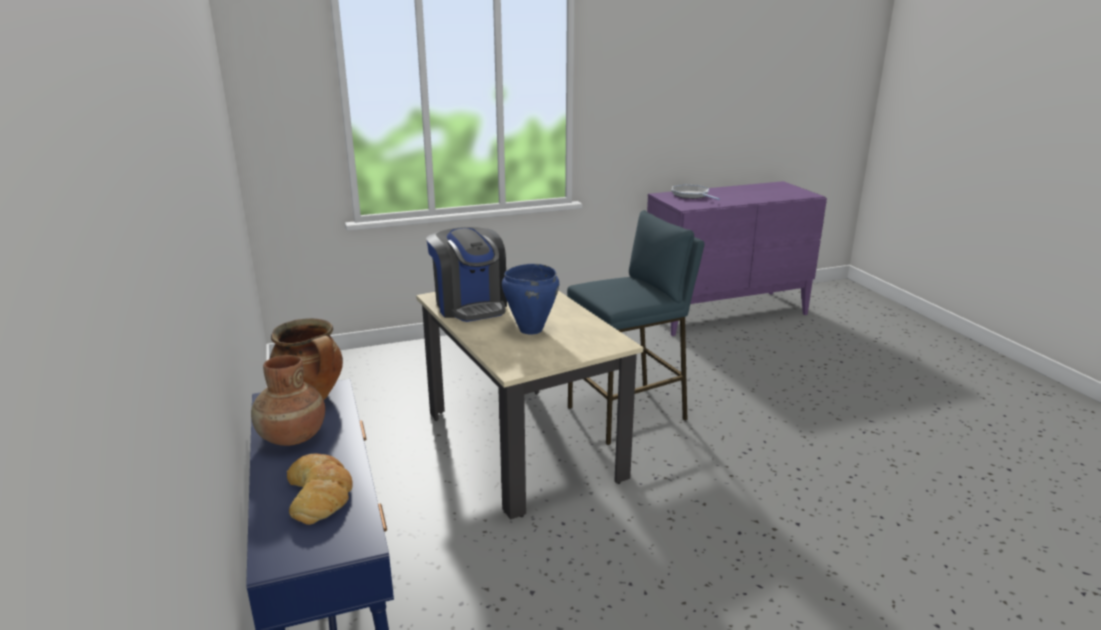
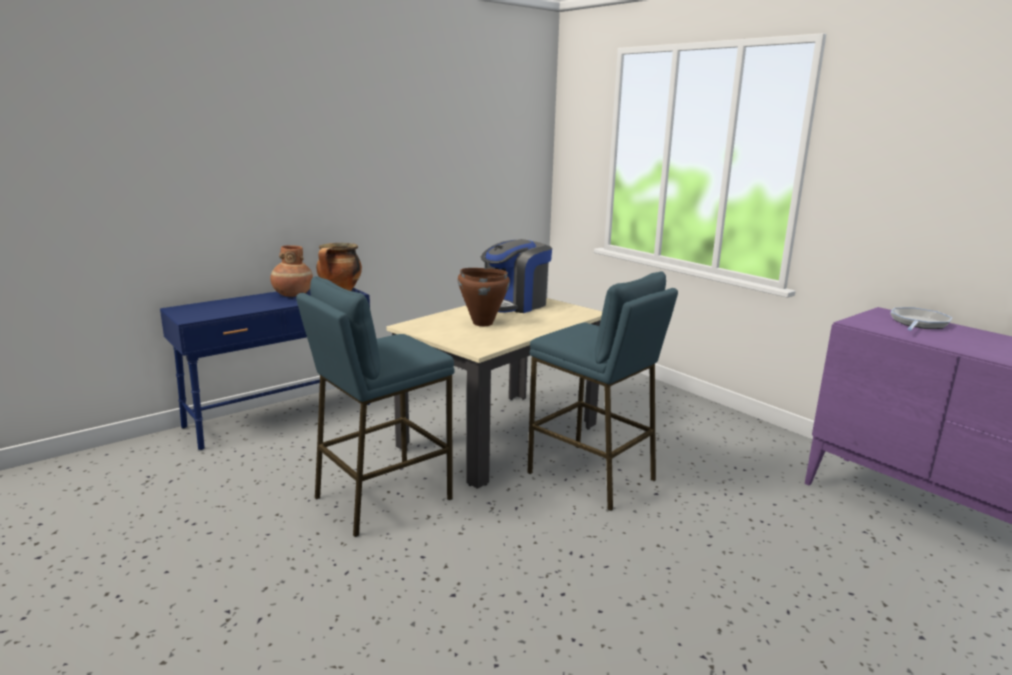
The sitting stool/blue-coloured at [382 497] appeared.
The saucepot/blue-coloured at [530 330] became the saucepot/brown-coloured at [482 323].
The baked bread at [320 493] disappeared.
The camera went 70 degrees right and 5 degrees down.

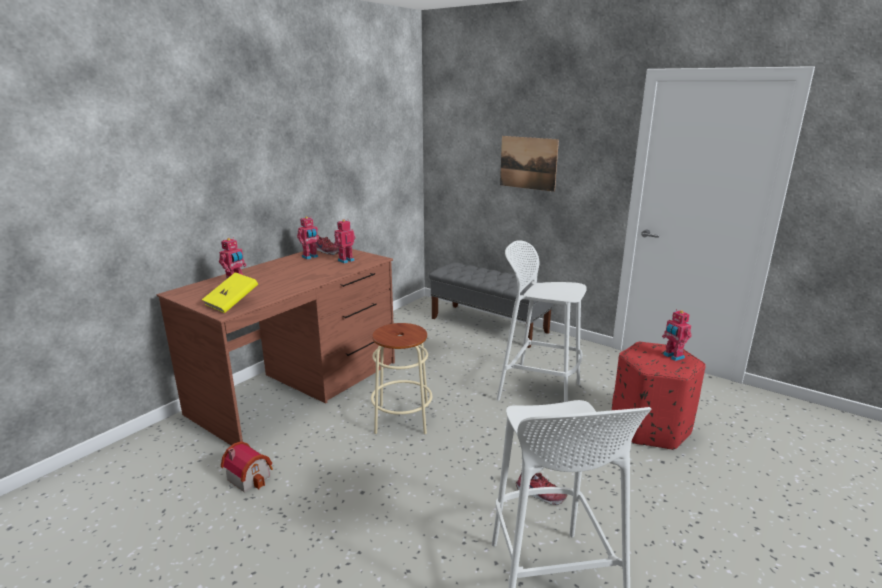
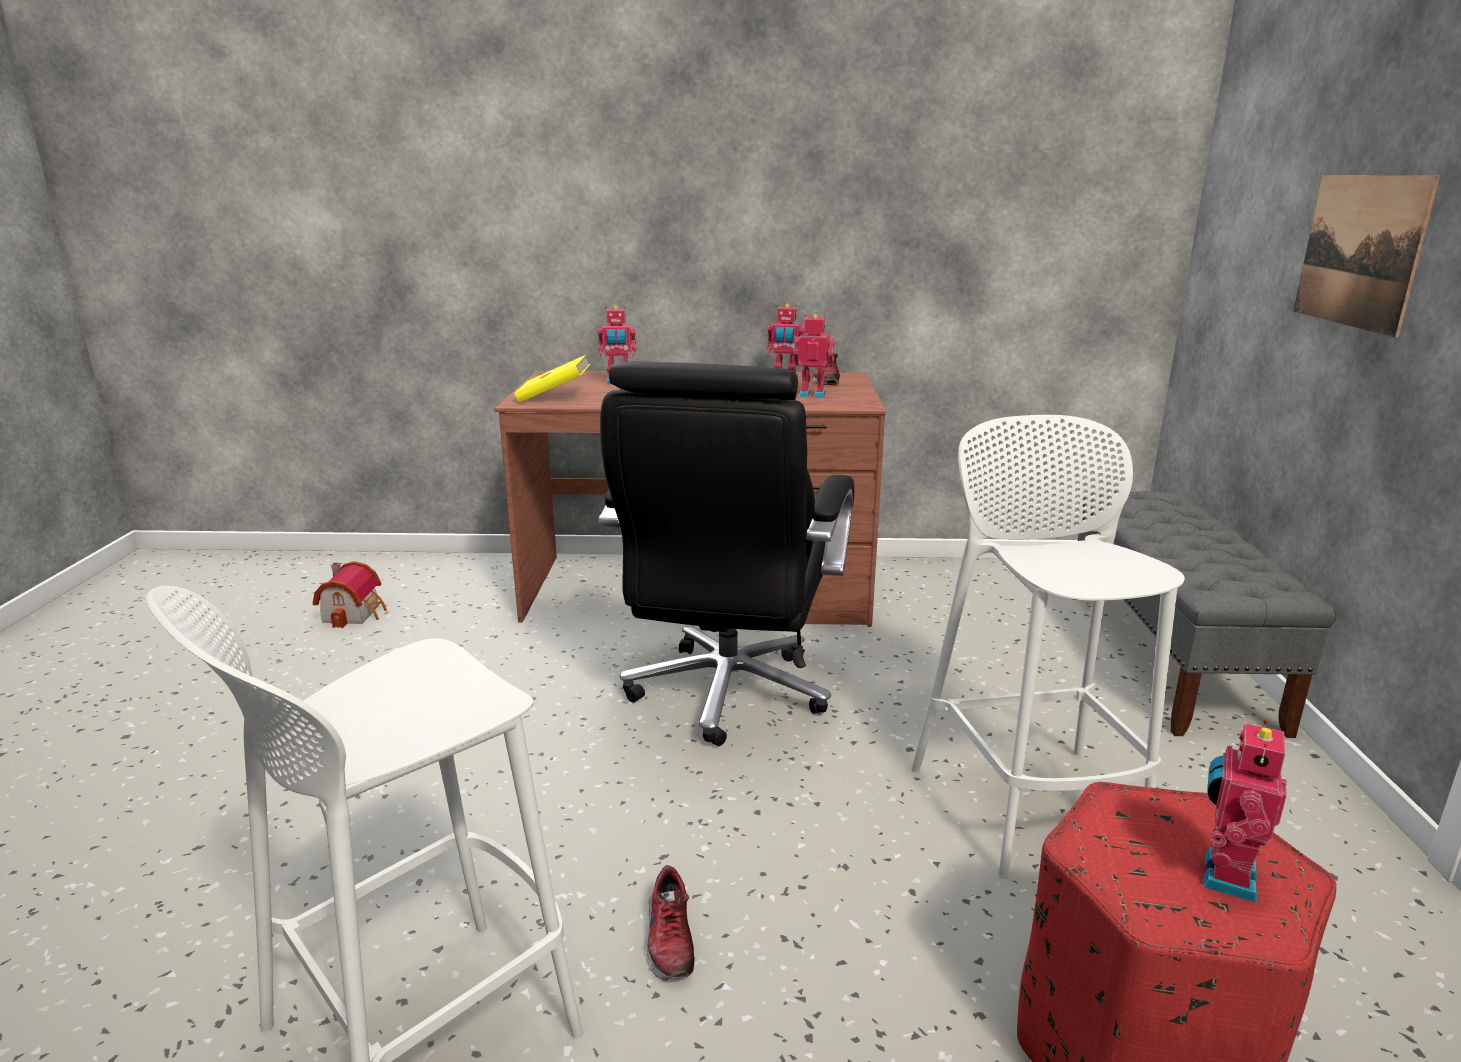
The miniature house moved from [250 476] to [355 613].
The sitting stool/sand-coloured at [402 419] was replaced by the office chair/black-coloured at [726 699].
The camera went 55 degrees right and 0 degrees up.

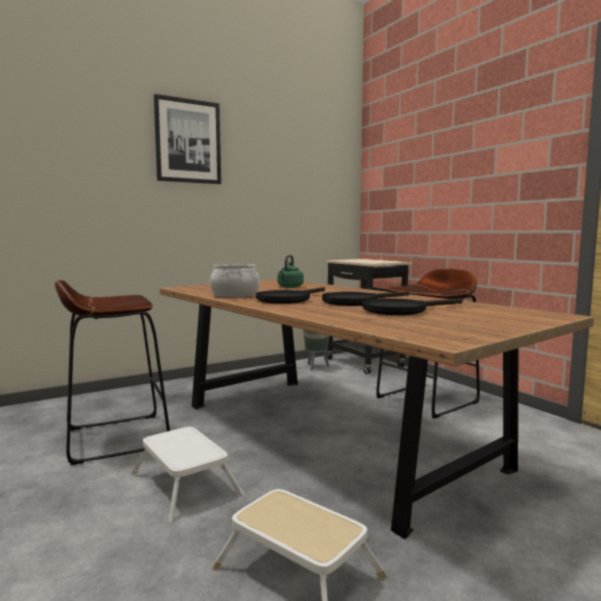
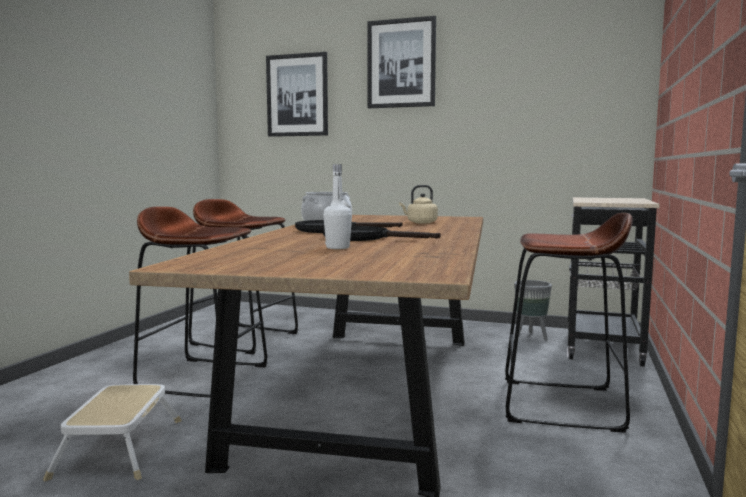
The stepladder/white-coloured at [185 484] was replaced by the sitting stool/brown-coloured at [204 378].
The wall picture at [297 95] appeared.
The pan/black-coloured at [402 310] was replaced by the beverage bottle/white-coloured at [337 247].
The tea kettle/green at [289 287] became the tea kettle/sand-coloured at [420 222].
The camera went 50 degrees right and 0 degrees up.

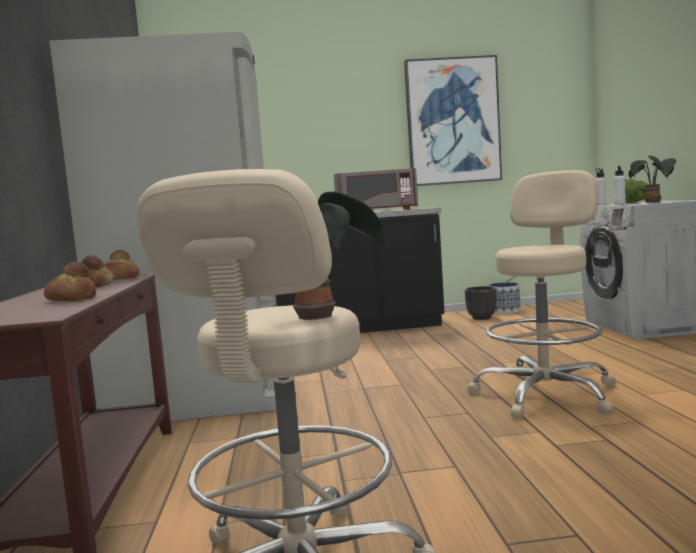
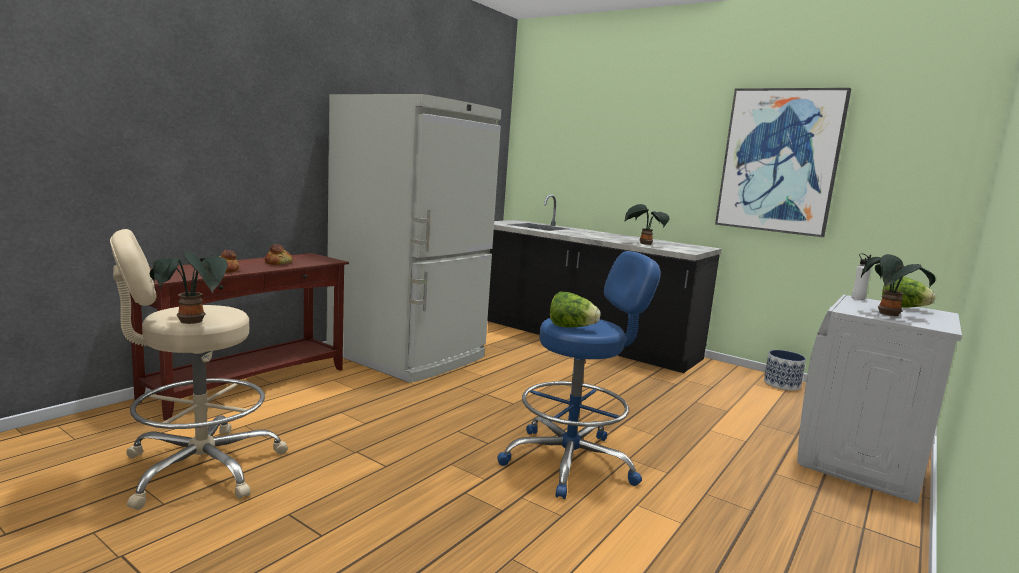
The sitting stool/sand-coloured at [545 394] became the sitting stool/blue-coloured at [571 461].
The lettuce head at [571 327] appeared.
The microwave oven/gray at [376 211] was replaced by the plant in a pot at [644 244].
The baked bread at [119 279] disappeared.
The flower pot/black-coloured at [482 318] disappeared.
The beverage bottle/white-coloured at [619 204] disappeared.
The camera went 40 degrees right and 5 degrees up.

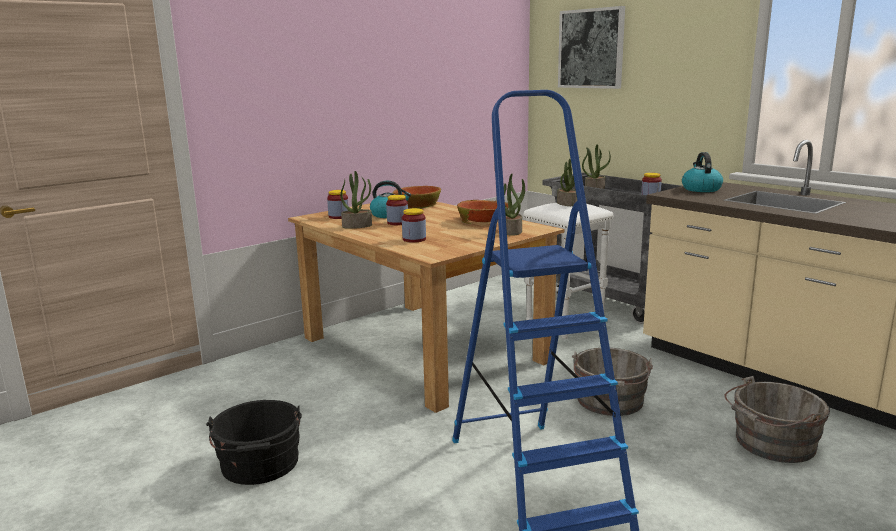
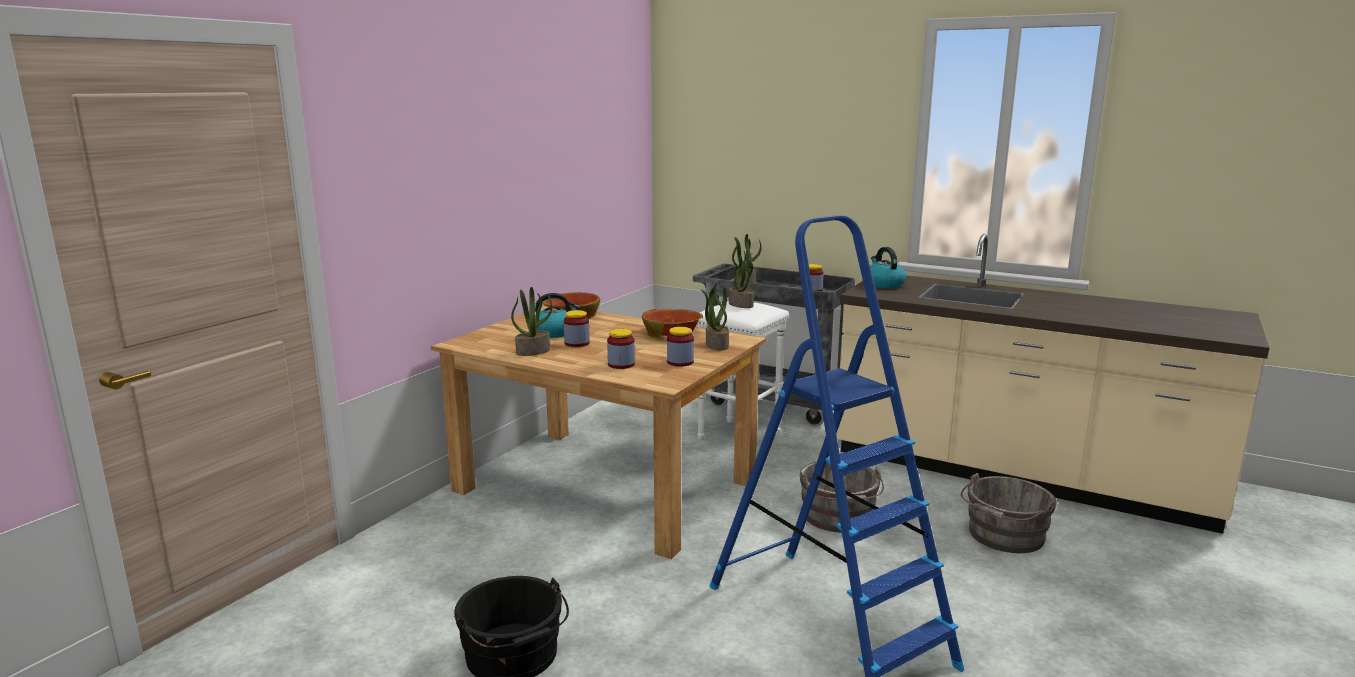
The storage jar moved from [338 216] to [680 362].
The wall picture at [591 48] disappeared.
The camera went 20 degrees left and 0 degrees up.

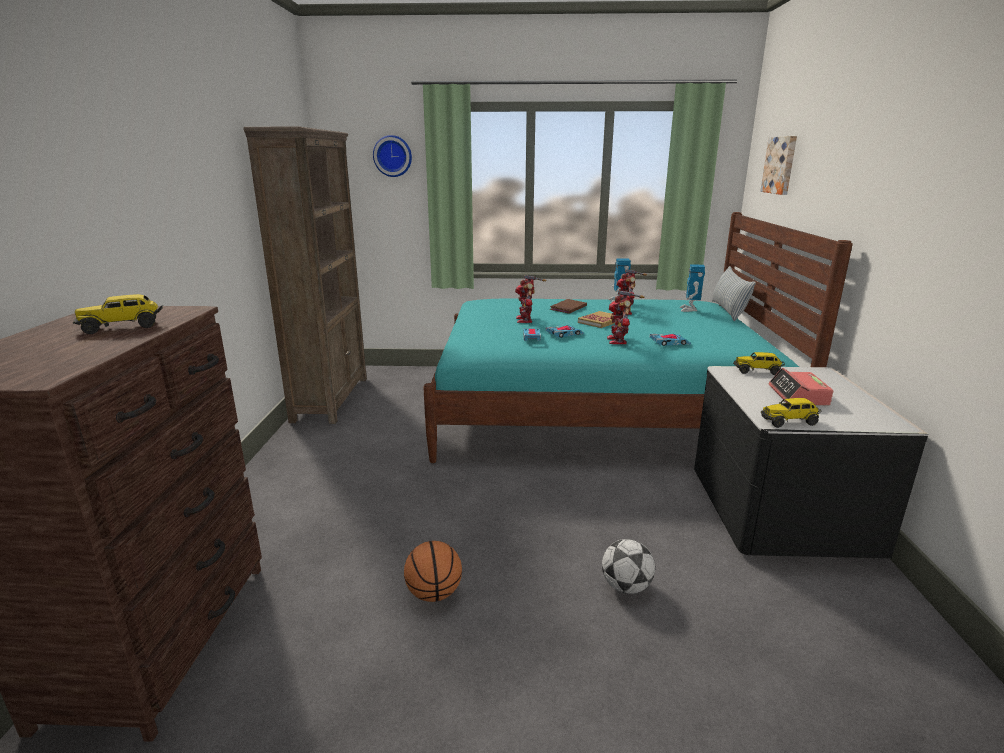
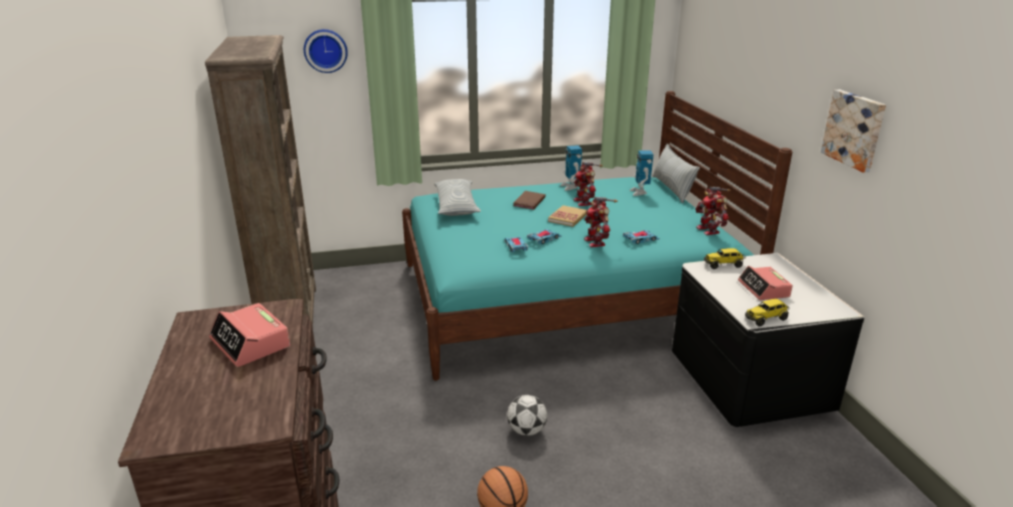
The model truck at [122 327] was replaced by the alarm clock at [251 343].
The throw pillow at [456 205] appeared.
The ball for football moved from [626 587] to [527 430].
The toy robot moved from [526 320] to [709 230].
The wall picture moved from [781 165] to [854 129].
The camera went 15 degrees left and 5 degrees up.

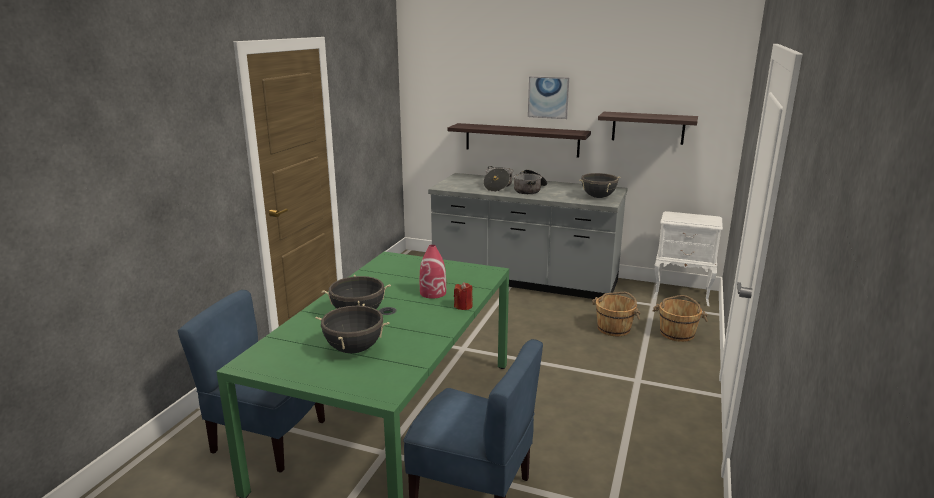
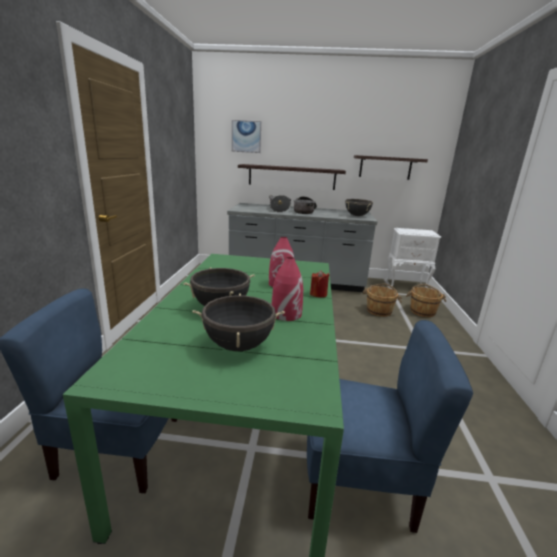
The wall picture moved from [548 97] to [246 136].
The flower vase/reddish at [286 314] appeared.
The camera went 15 degrees left and 0 degrees up.

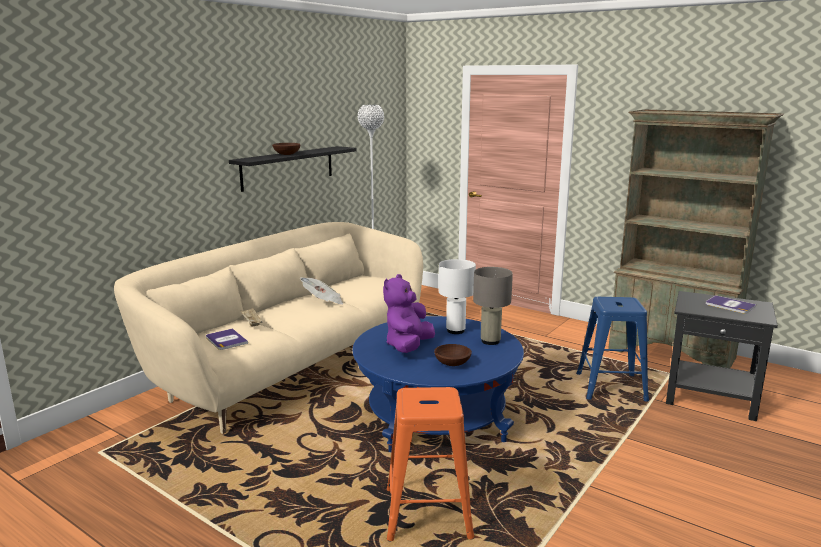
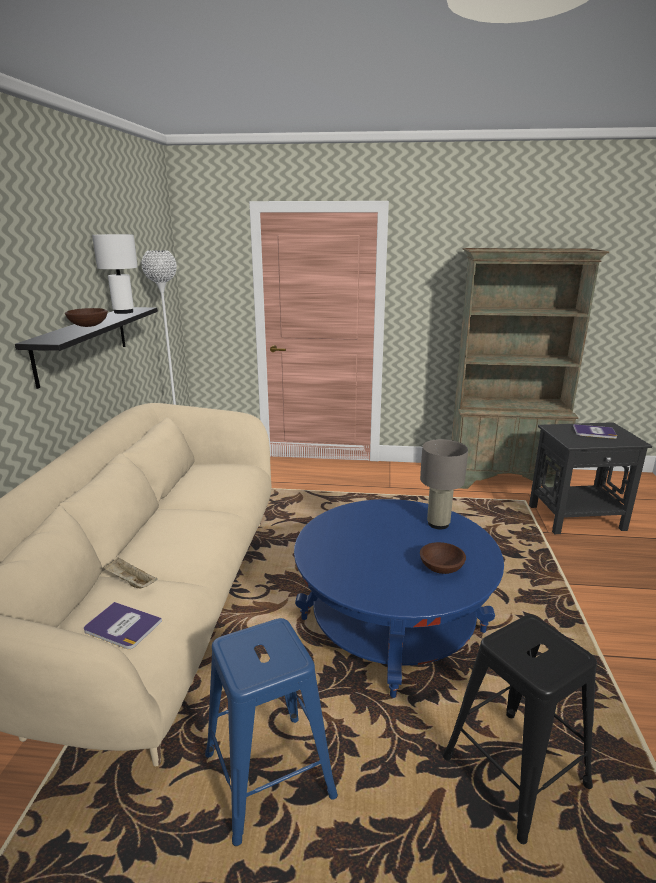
The table lamp/white-coloured moved from [456 331] to [124 312].
The sitting stool/blue-coloured moved from [610 387] to [268 774].
The sitting stool/orange-coloured at [427 513] became the sitting stool/black-coloured at [515 772].
The printed paper at [323 302] disappeared.
The plush toy/purplish at [408 346] disappeared.
The camera went 30 degrees left and 5 degrees up.

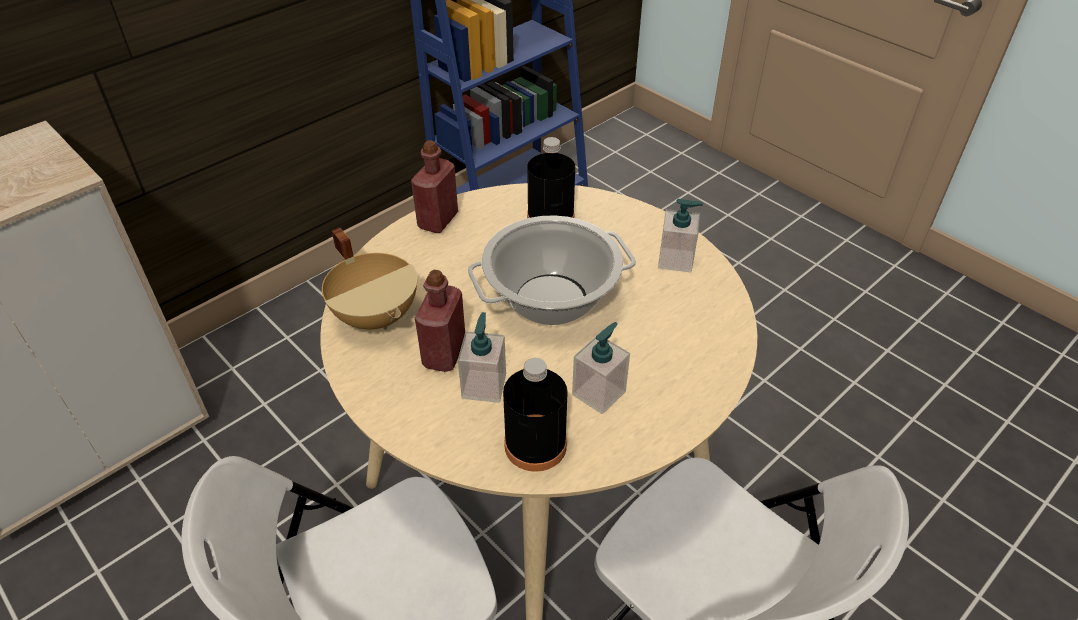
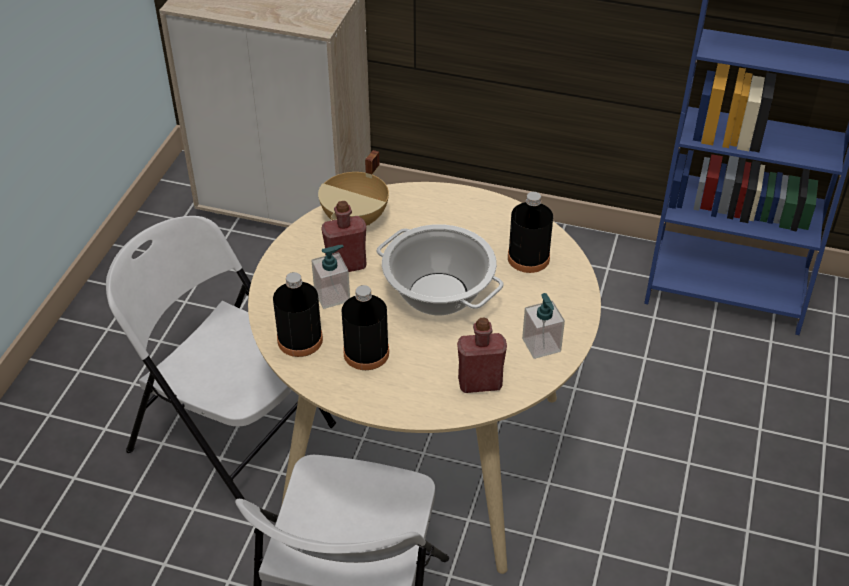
The liquid soap bottle at [599 393] was replaced by the beverage bottle/black-coloured at [366 353].
The beverage bottle/reddish moved from [438 220] to [480 383].
The camera went 60 degrees right and 0 degrees up.

